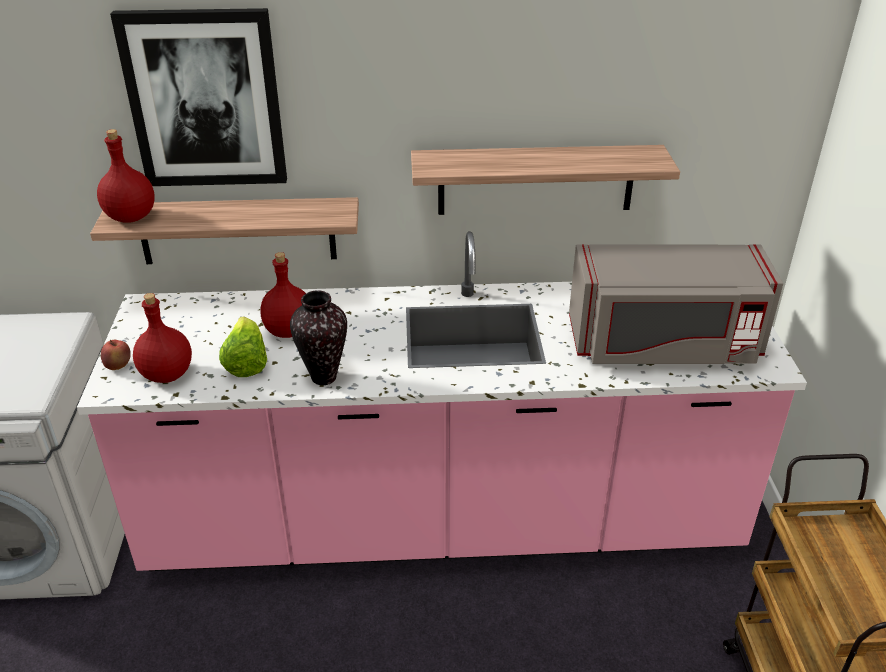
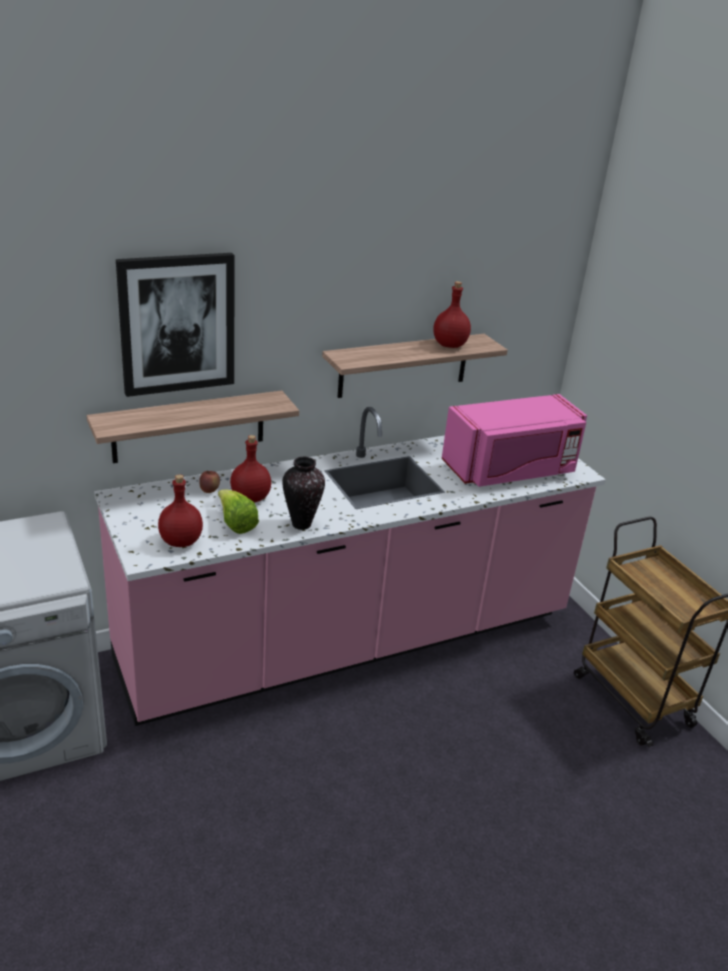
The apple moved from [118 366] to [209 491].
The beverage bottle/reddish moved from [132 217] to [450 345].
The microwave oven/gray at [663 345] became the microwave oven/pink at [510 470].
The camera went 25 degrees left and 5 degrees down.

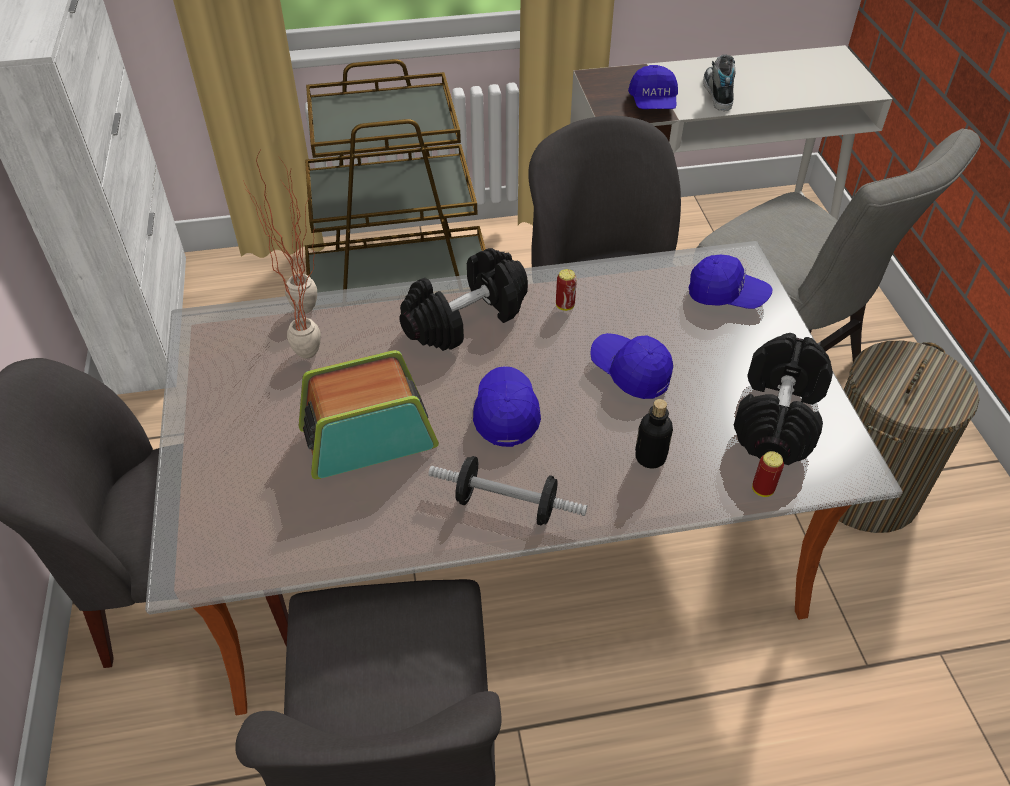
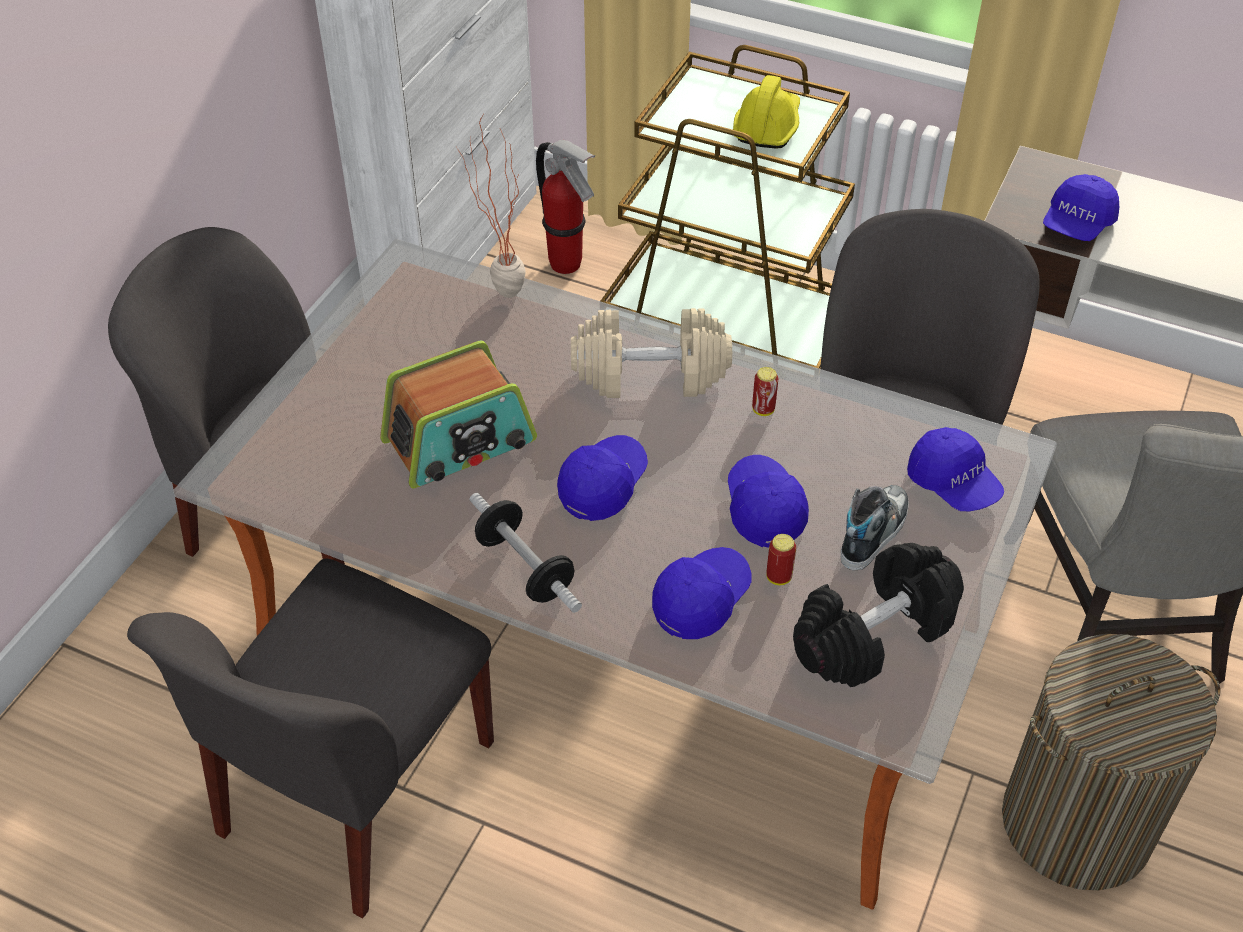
The radio receiver at [368 437] turned 135 degrees clockwise.
The fire extinguisher at [566 265] appeared.
The free weight/black-coloured at [465 319] became the free weight/sand-coloured at [650 375].
The beverage bottle at [650 457] was replaced by the cap/blue-coloured at [701 600].
The hard hat/yellow at [767 126] appeared.
The sealed can moved from [762 489] to [779 577].
The shoe moved from [717 93] to [873 532].
The plant in a pot at [318 351] disappeared.
The camera went 35 degrees right and 0 degrees up.

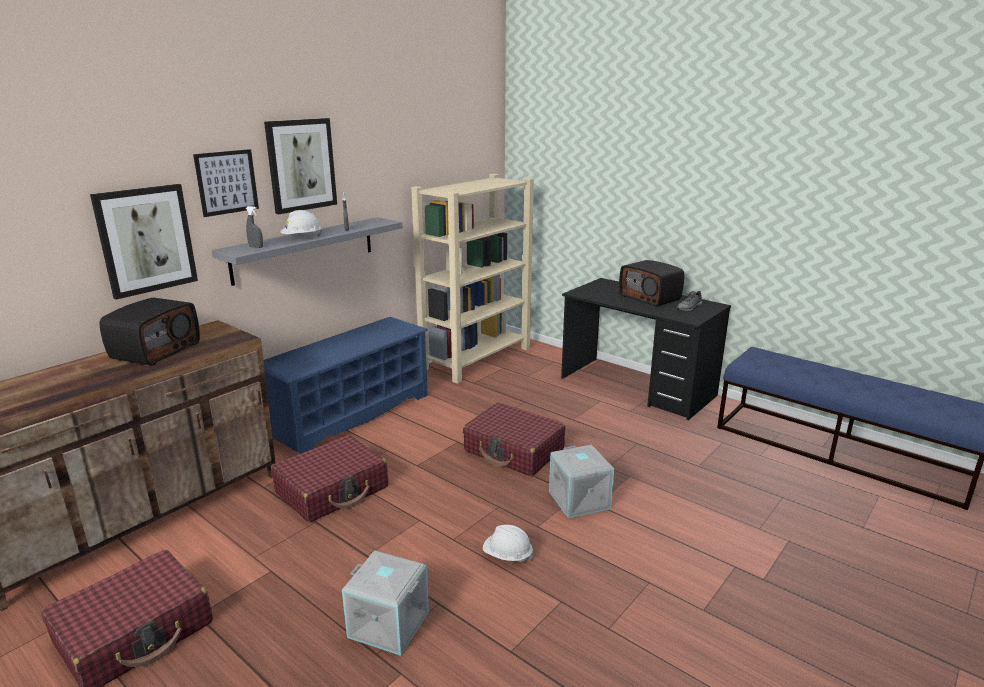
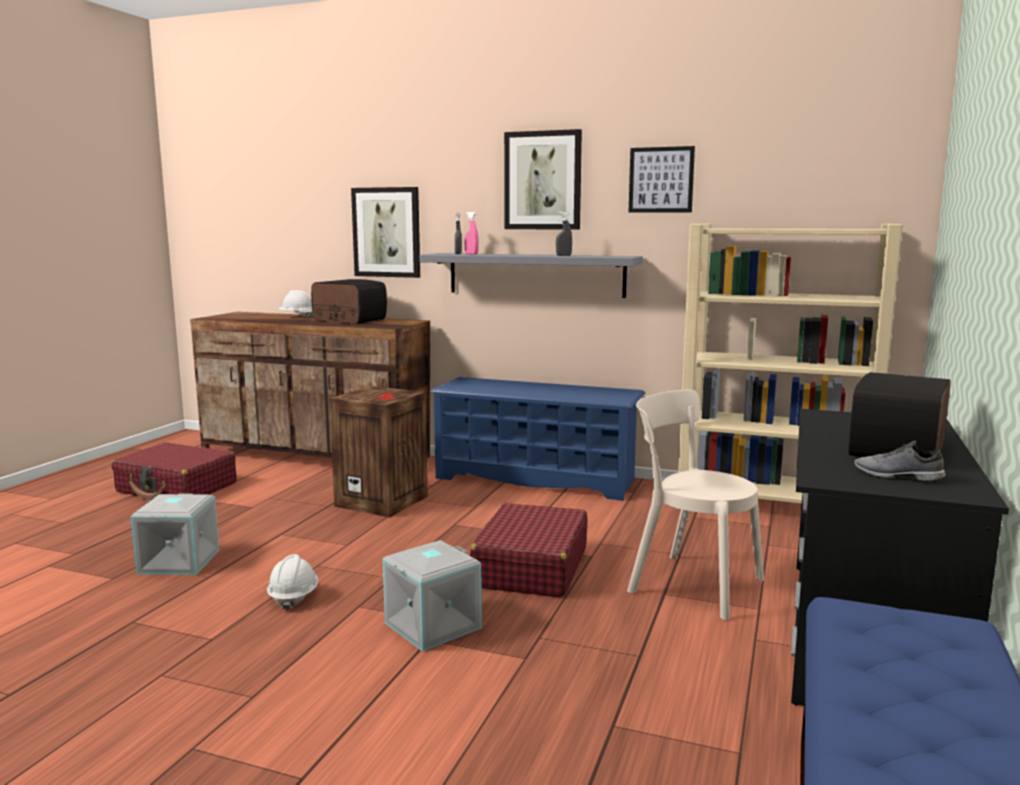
The hard hat/white-coloured moved from [302 238] to [297 317].
The radio receiver at [155 350] turned 150 degrees counterclockwise.
The travel case/reddish at [332 490] was replaced by the shipping crate at [383 501].
The hand sprayer/pink at [471 254] appeared.
The upright chair/sand-coloured at [690 583] appeared.
The wall picture moved from [226 182] to [661 180].
The camera went 70 degrees right and 10 degrees down.

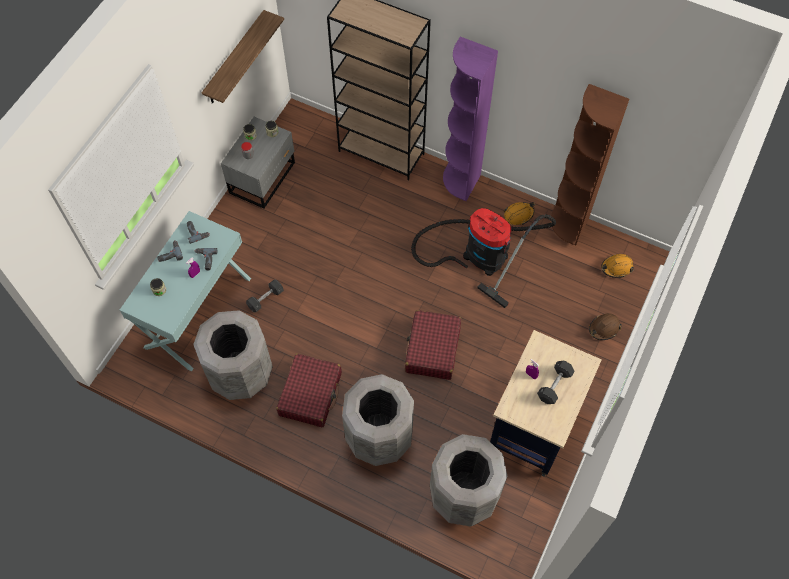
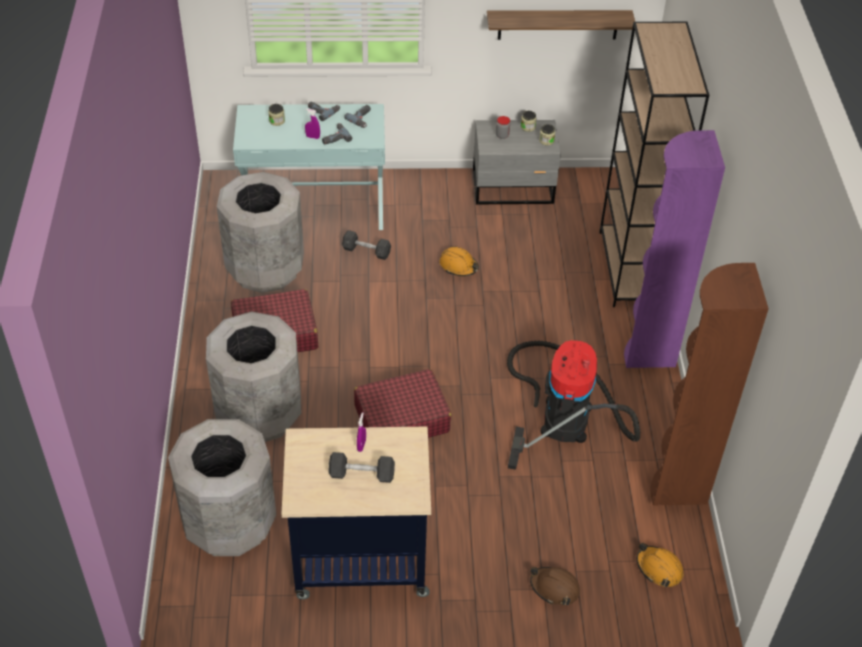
The hard hat/orange-coloured moved from [518 215] to [458 266].
The camera went 60 degrees right and 15 degrees down.

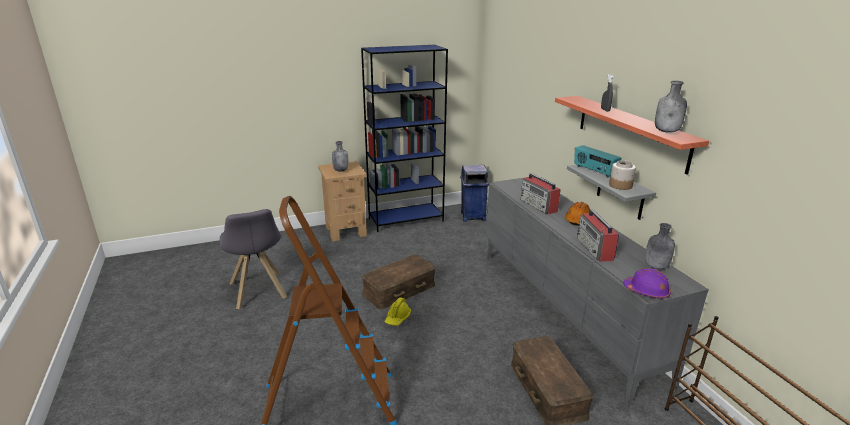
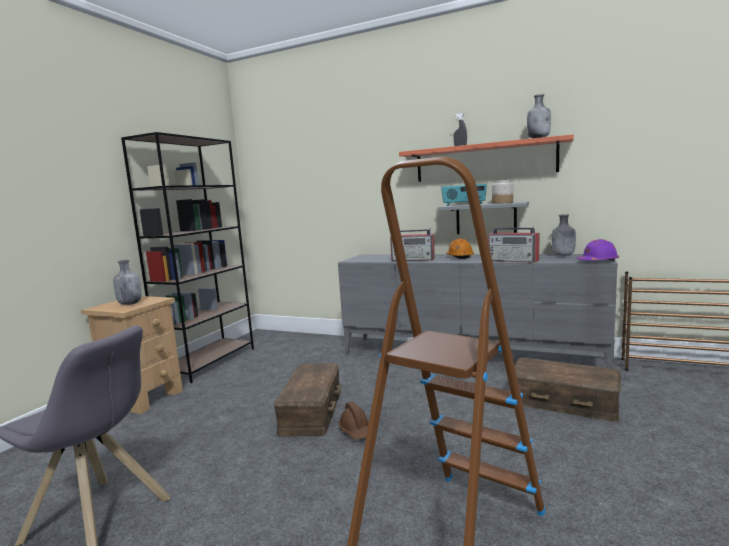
The bookcase/blue-coloured at [406 219] became the bookcase/brown-coloured at [209 362].
The hard hat/yellow at [397 318] became the hard hat/brown-coloured at [356 431].
The waste bin/blue-coloured at [472 216] disappeared.
The camera went 45 degrees left and 15 degrees down.

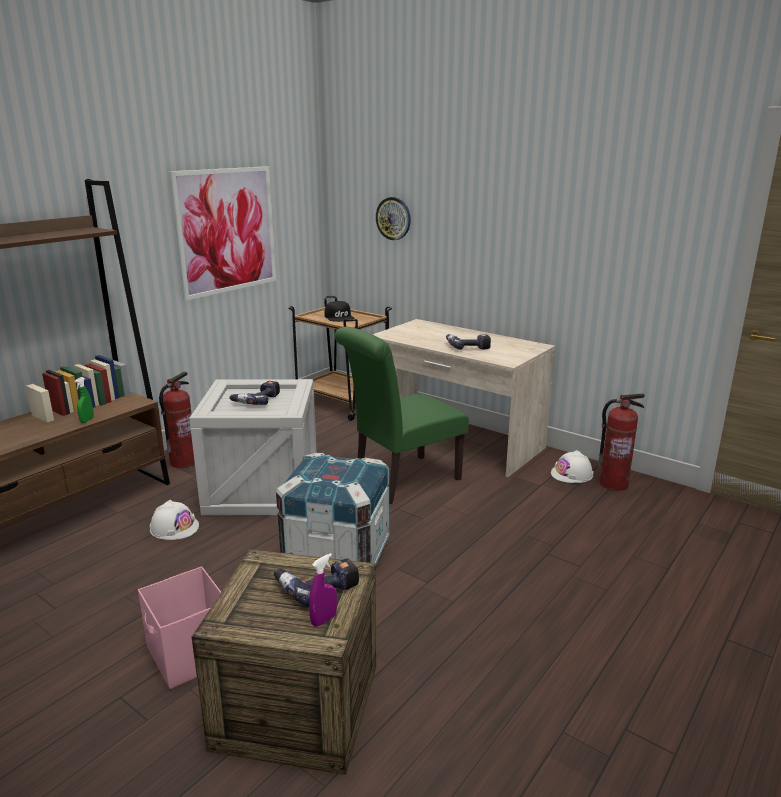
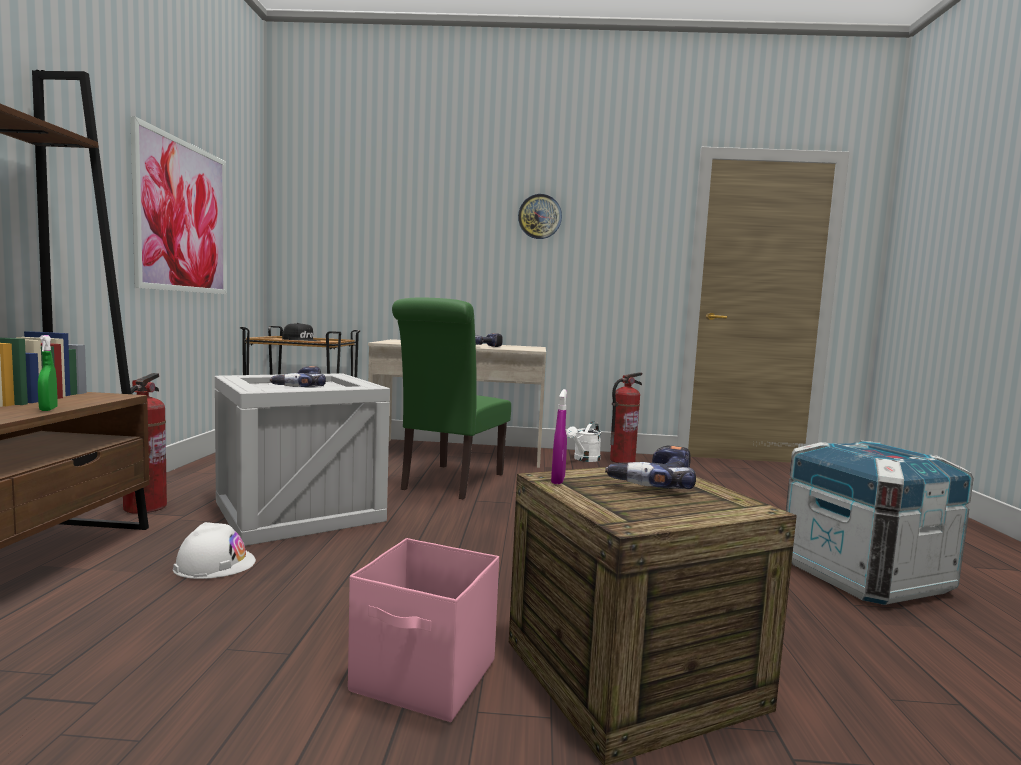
The wall clock moved from [393 218] to [540 216].
The hand sprayer/purplish moved from [324 620] to [558 480].
The hard hat/white-coloured at [572 474] was replaced by the sprinkling can/white-coloured at [584 459].
The shipping crate moved from [337 557] to [863 576].
The camera went 35 degrees left and 15 degrees down.

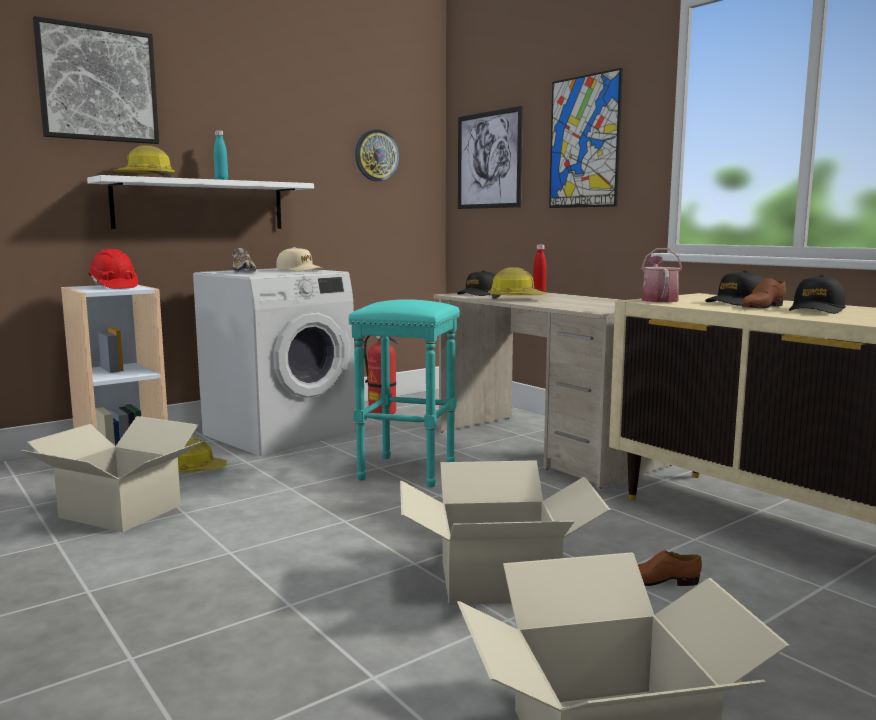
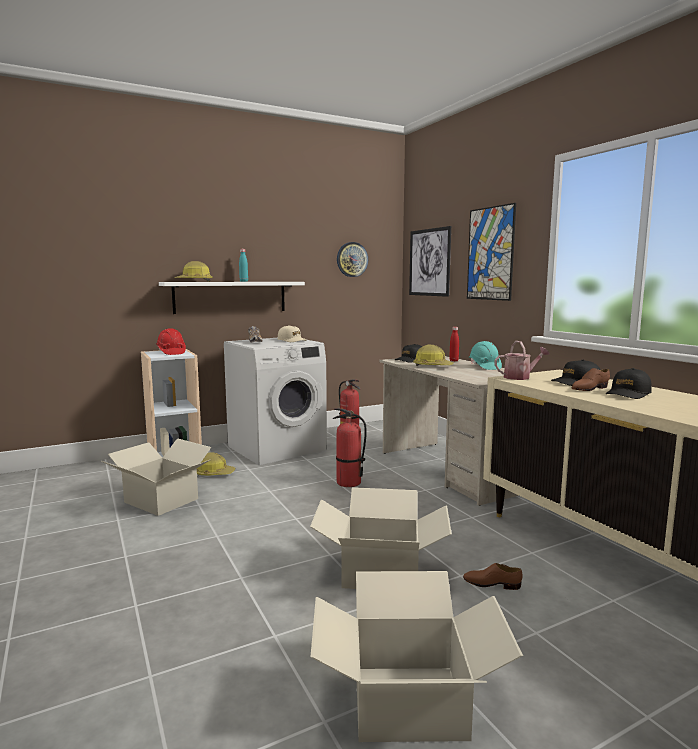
The sitting stool/turquoise-coloured at [405 471] was replaced by the fire extinguisher at [348 483].
The hard hat/turquoise-coloured at [484 367] appeared.
The sprinkling can at [658 300] turned 60 degrees clockwise.
The wall picture at [98 84] disappeared.
The camera went 10 degrees right and 0 degrees up.

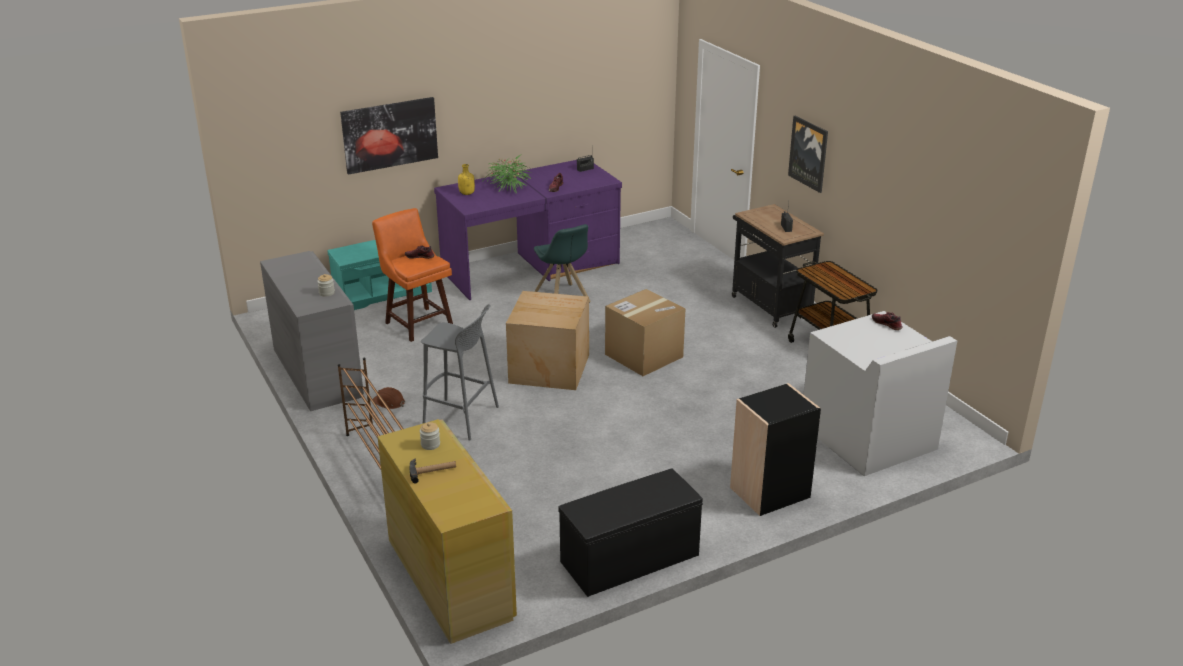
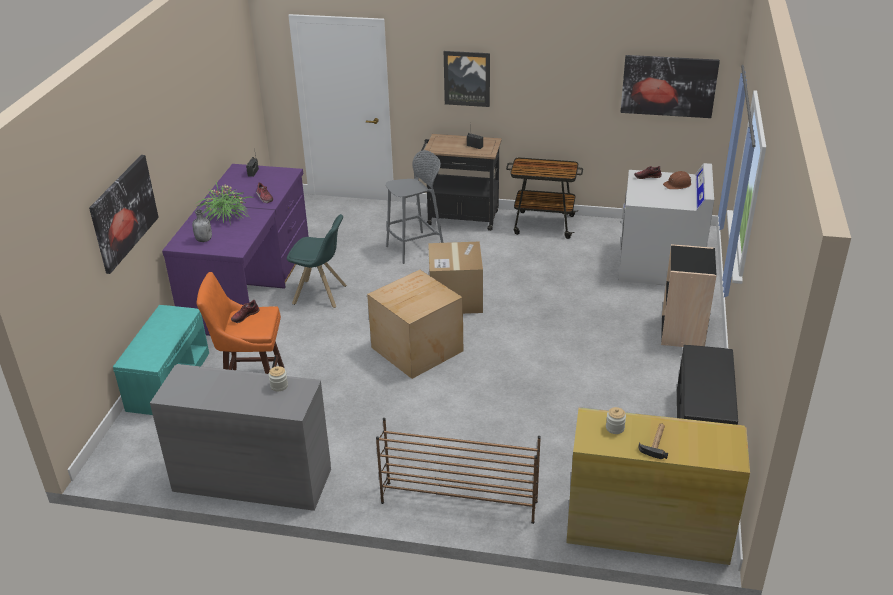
The beverage bottle/yellow at [467 194] became the beverage bottle/gray at [204 240].
The sitting stool/gray moved from [461 418] to [416 248].
The wall picture at [668 86] appeared.
The hard hat/brown-coloured moved from [389 402] to [677 184].
The camera went 50 degrees left and 5 degrees up.

